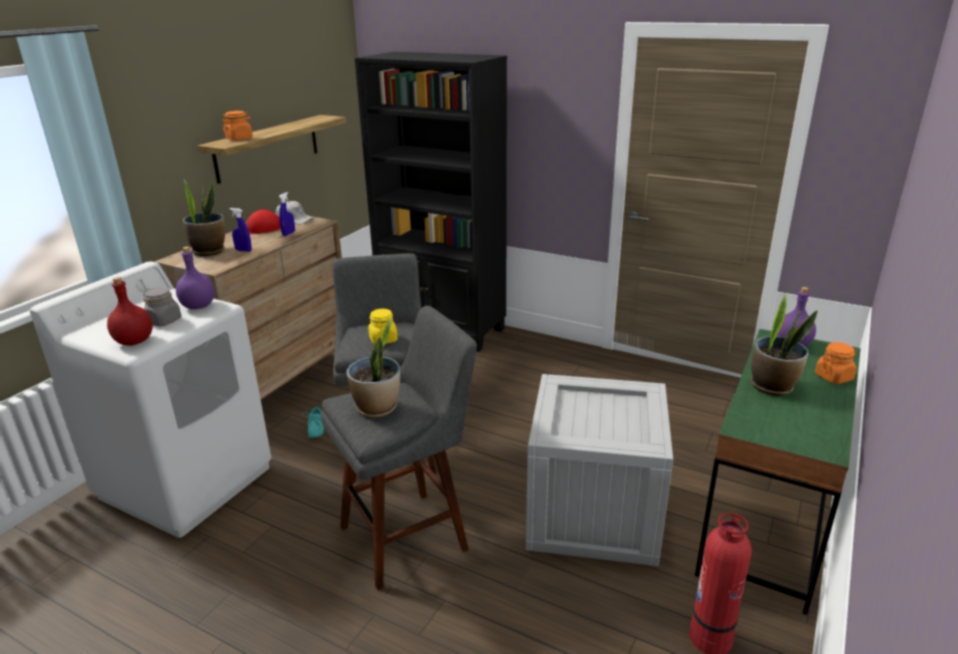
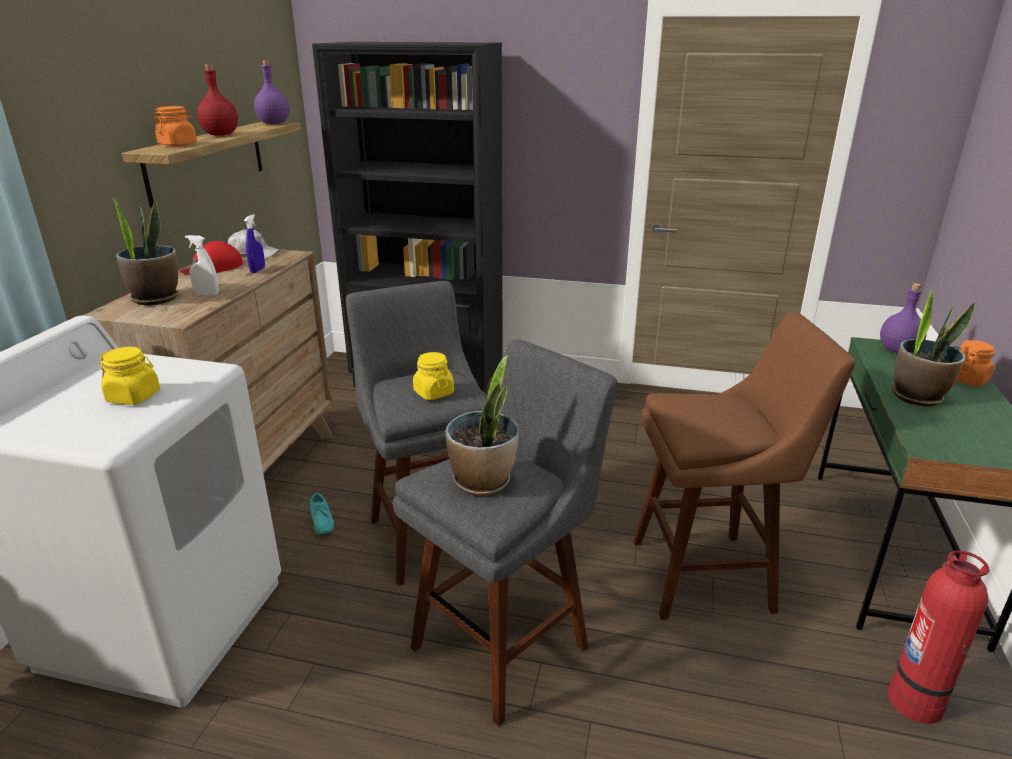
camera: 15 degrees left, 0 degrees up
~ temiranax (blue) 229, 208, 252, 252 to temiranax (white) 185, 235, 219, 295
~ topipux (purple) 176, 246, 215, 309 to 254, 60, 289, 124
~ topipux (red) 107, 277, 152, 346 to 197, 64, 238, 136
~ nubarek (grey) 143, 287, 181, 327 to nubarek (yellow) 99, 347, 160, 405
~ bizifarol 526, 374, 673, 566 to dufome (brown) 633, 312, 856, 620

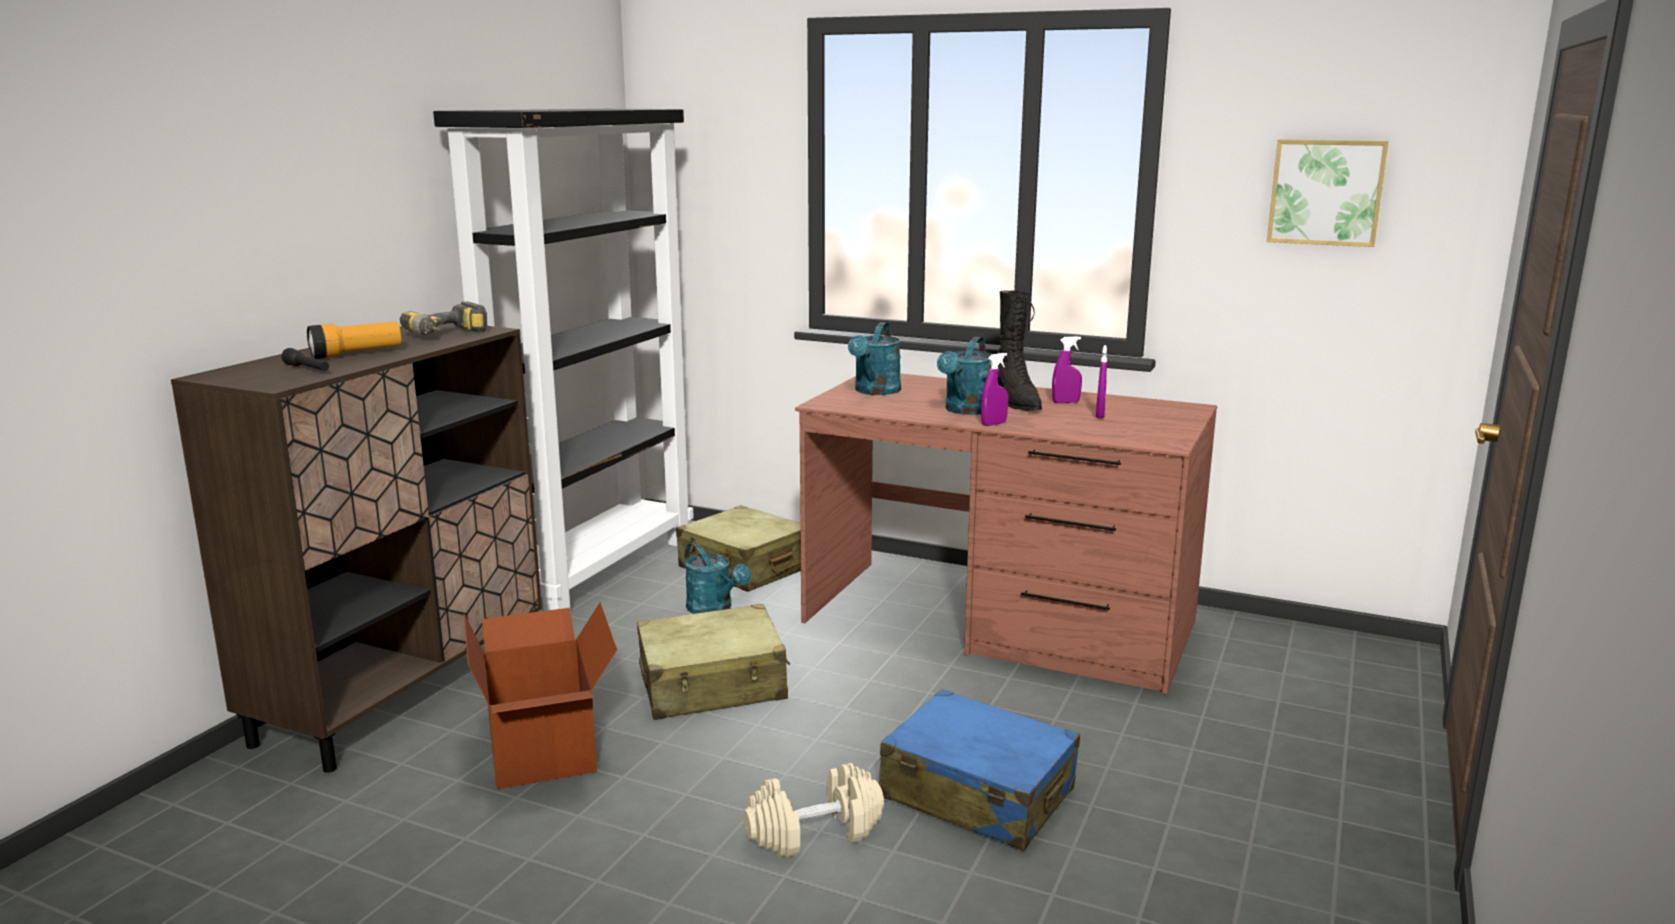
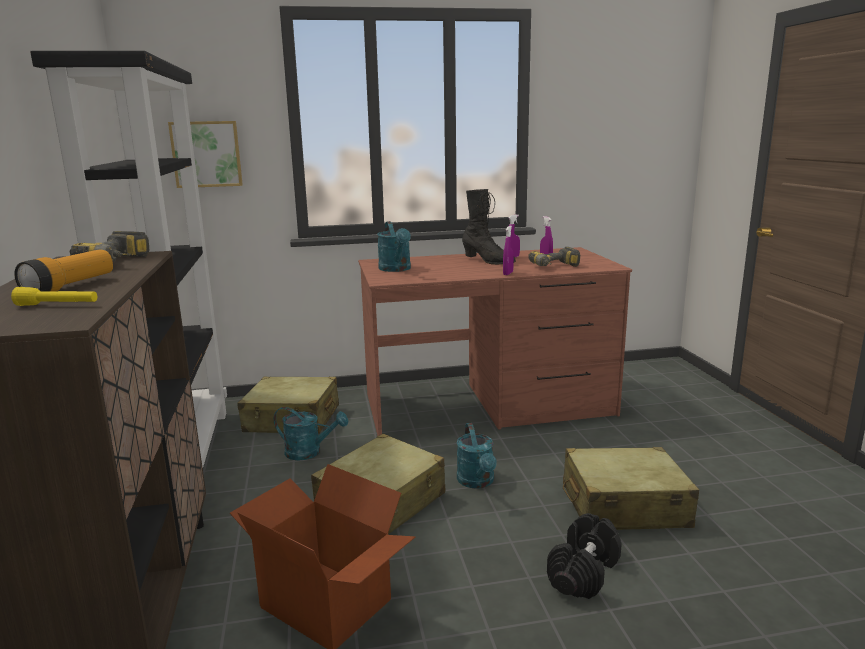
camera: 35 degrees left, 0 degrees up
~ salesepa 1267, 139, 1389, 247 to 168, 121, 243, 188
~ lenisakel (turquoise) 937, 337, 992, 415 to 457, 423, 497, 489
~ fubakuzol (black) 281, 348, 329, 371 to fubakuzol (yellow) 11, 287, 97, 306
~ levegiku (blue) 879, 689, 1080, 851 to levegiku (beige) 563, 447, 699, 530
~ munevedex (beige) 743, 763, 884, 858 to munevedex (black) 547, 513, 622, 599
+ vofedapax 528, 247, 580, 267

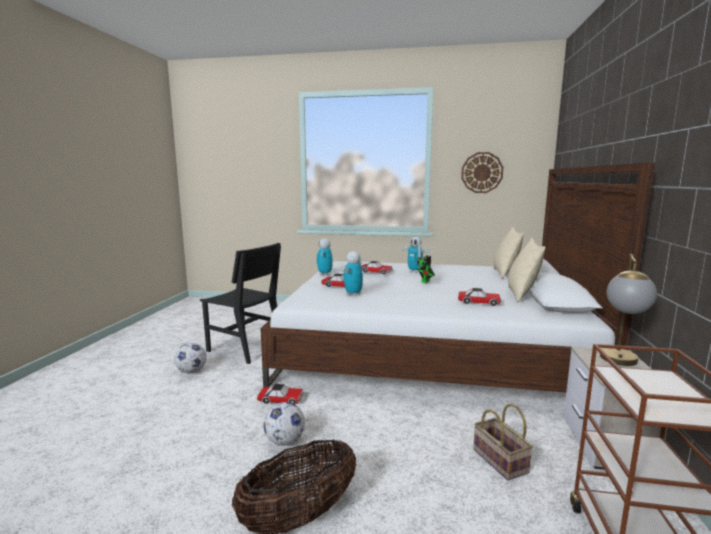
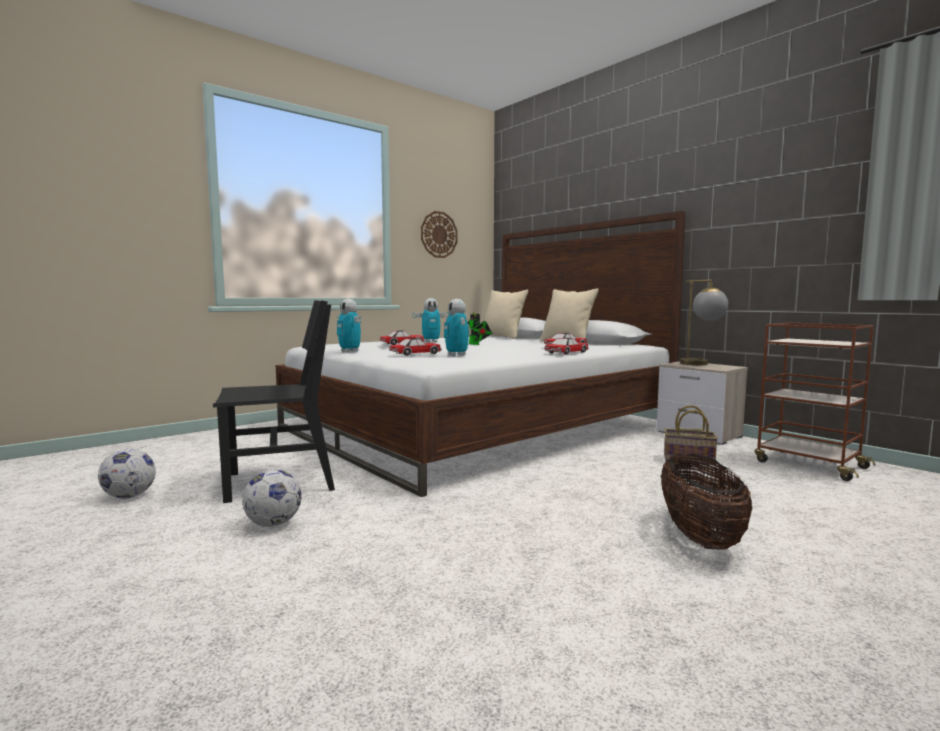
camera: 50 degrees left, 5 degrees down
~ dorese 257, 384, 304, 404 to 545, 338, 589, 355
~ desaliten 263, 402, 305, 446 to 98, 449, 156, 499

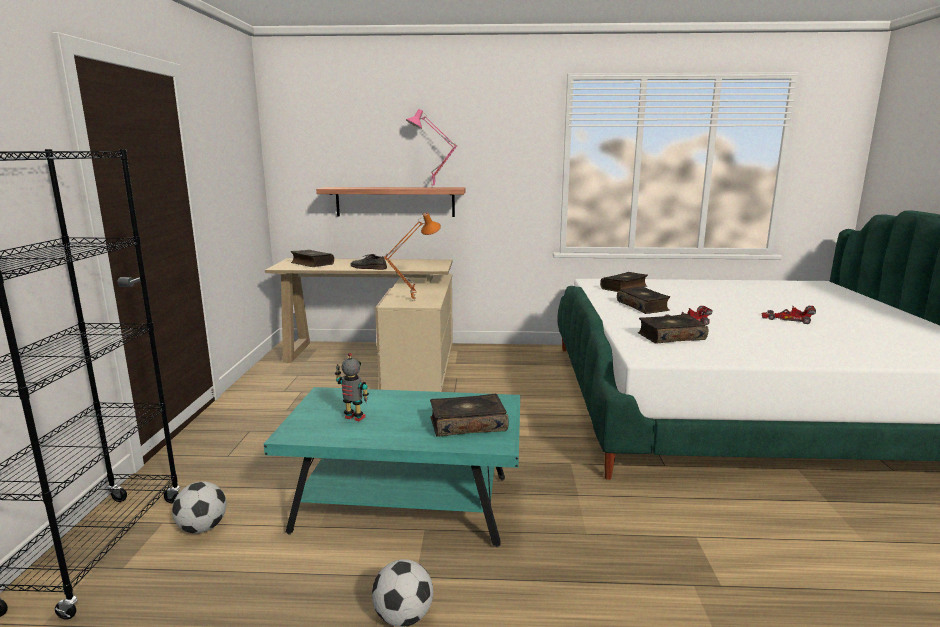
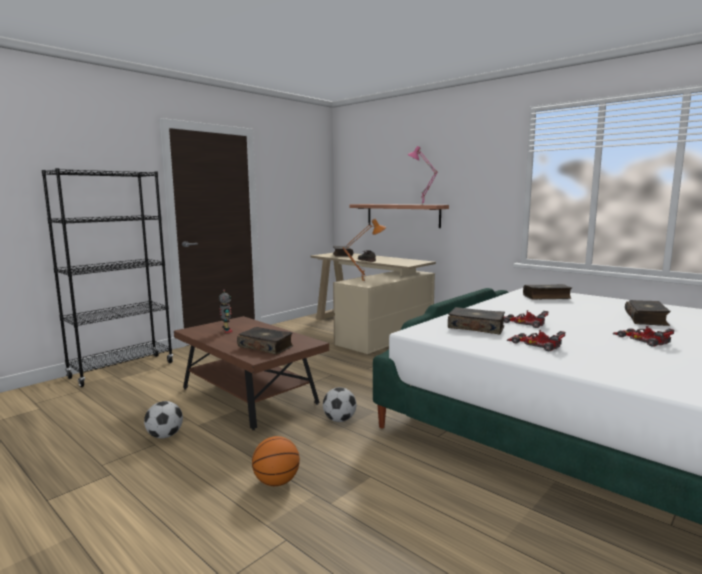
camera: 40 degrees right, 5 degrees down
~ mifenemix 617, 286, 670, 314 to 625, 300, 671, 326
~ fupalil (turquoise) 264, 387, 520, 547 to fupalil (brown) 174, 316, 329, 430
~ desaliten 172, 481, 226, 533 to 323, 387, 357, 422
+ dorese 507, 330, 565, 351
+ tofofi 252, 436, 300, 486

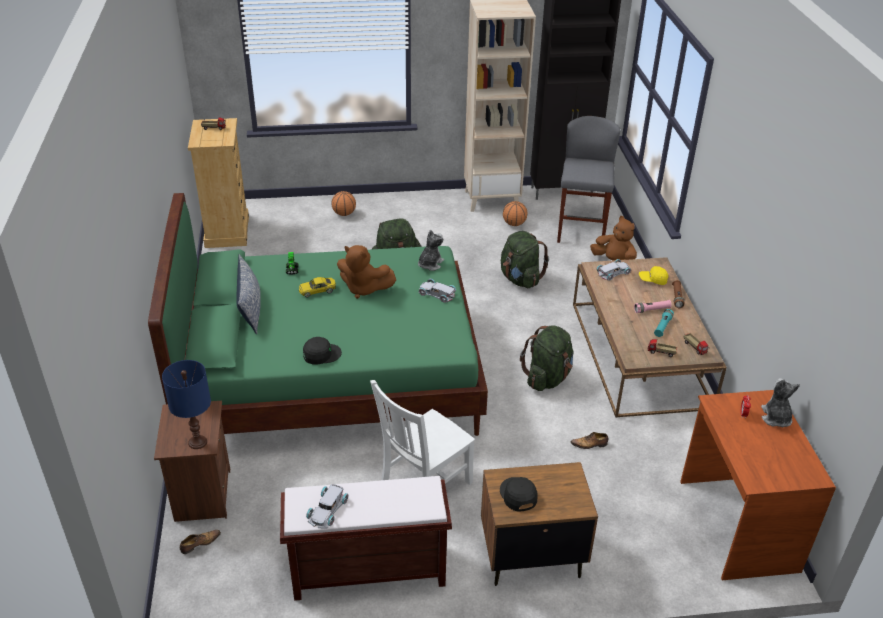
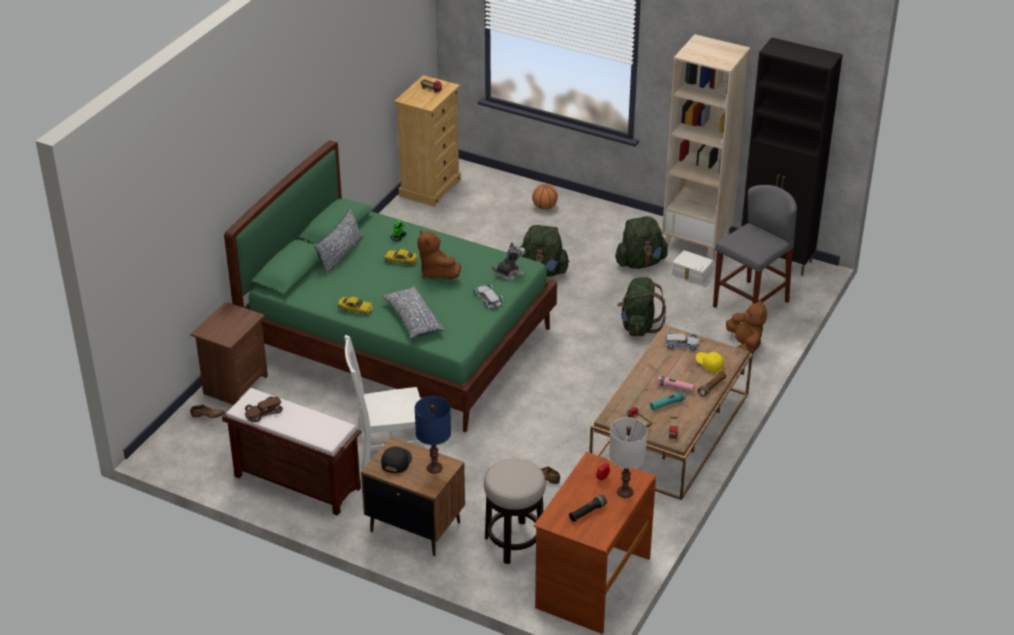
camera: 35 degrees right, 0 degrees up
~ tofofi 503, 201, 528, 226 to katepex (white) 672, 250, 713, 285
~ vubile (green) 520, 325, 574, 391 to 615, 216, 668, 269
~ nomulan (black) 303, 337, 342, 365 to dorese (yellow) 338, 297, 372, 316
~ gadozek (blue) 162, 360, 211, 449 to 415, 396, 451, 474
~ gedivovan 761, 378, 800, 427 to gadozek (white) 609, 417, 647, 498
~ dorese (white) 306, 484, 349, 529 to dorese (brown) 245, 396, 283, 423
+ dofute 382, 286, 445, 339
+ dufome 484, 459, 546, 564
+ fubakuzol (black) 569, 495, 607, 522

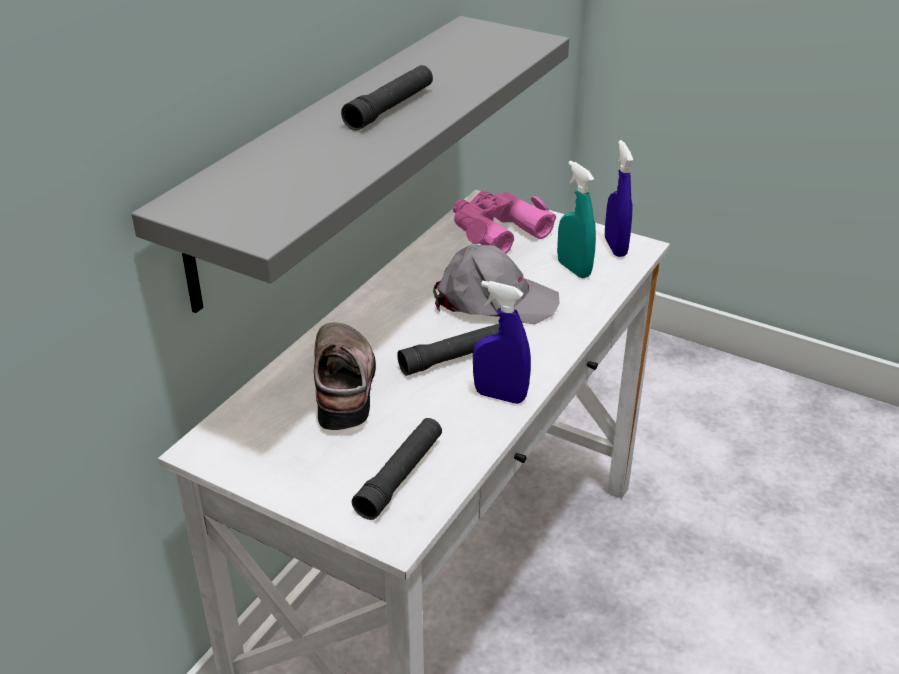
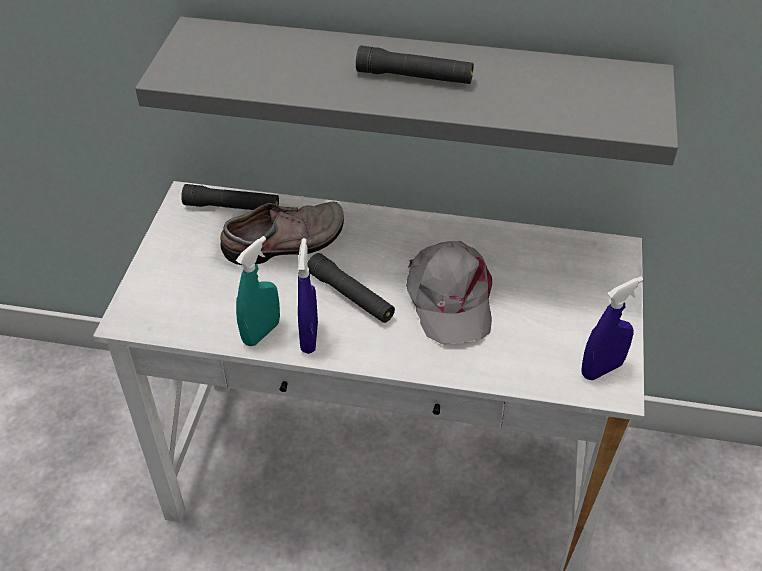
camera: 70 degrees right, 10 degrees up
~ temiranax (turquoise) 557, 161, 596, 278 to 236, 236, 280, 346
- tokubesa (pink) 453, 190, 556, 254
~ fubakuzol (black) 352, 418, 442, 520 to 181, 184, 279, 210

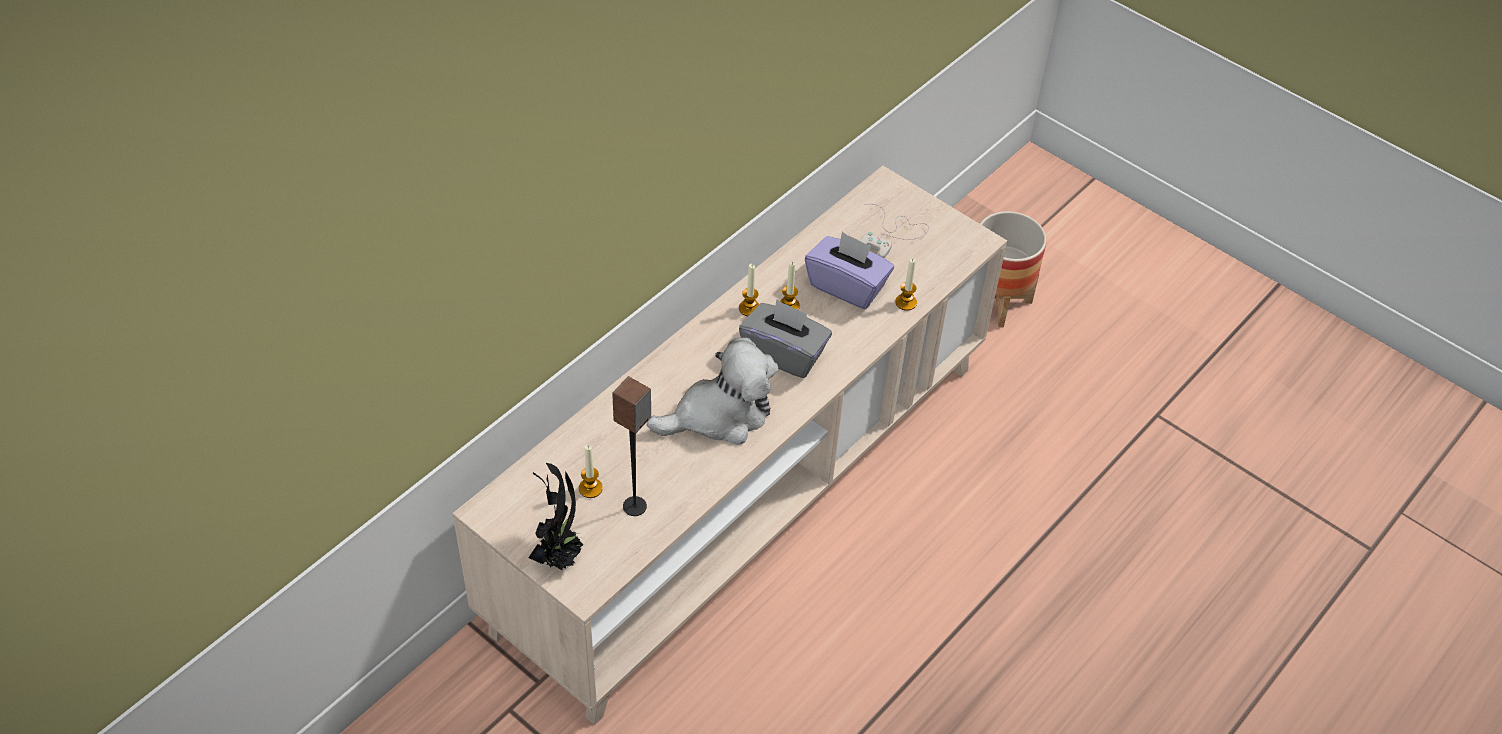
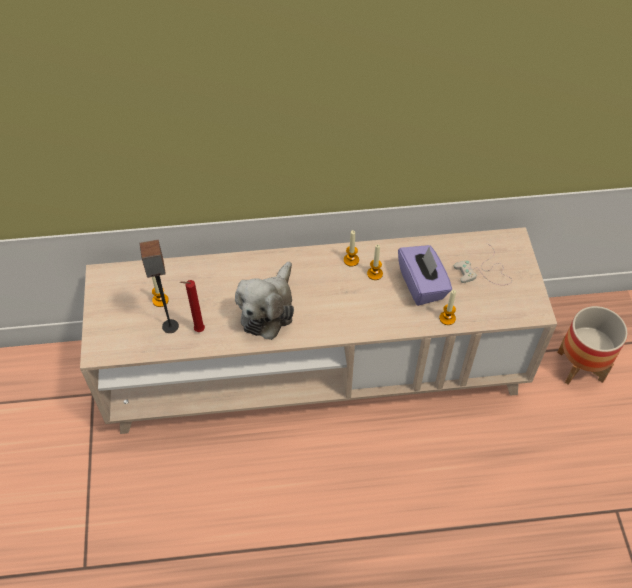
camera: 45 degrees right, 5 degrees up
- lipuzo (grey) 739, 299, 832, 378
~ gedivovan 647, 338, 778, 445 = 235, 262, 294, 340 90 degrees clockwise
- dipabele 529, 463, 583, 570
+ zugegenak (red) 180, 280, 205, 332

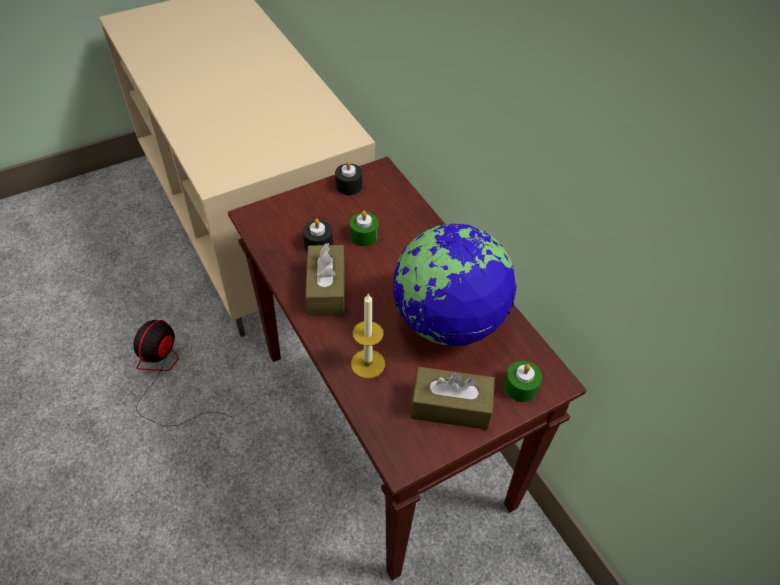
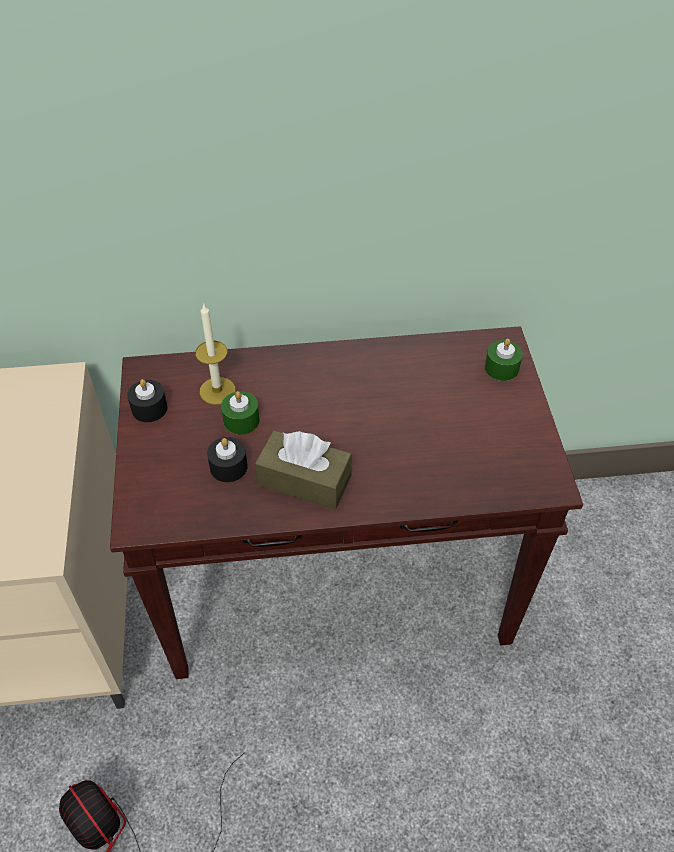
camera: 65 degrees left, 0 degrees up
- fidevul 393, 224, 517, 346
~ zugegenak 351, 294, 385, 379 to 195, 303, 236, 405
- lipuzo (brown) 411, 367, 495, 430

